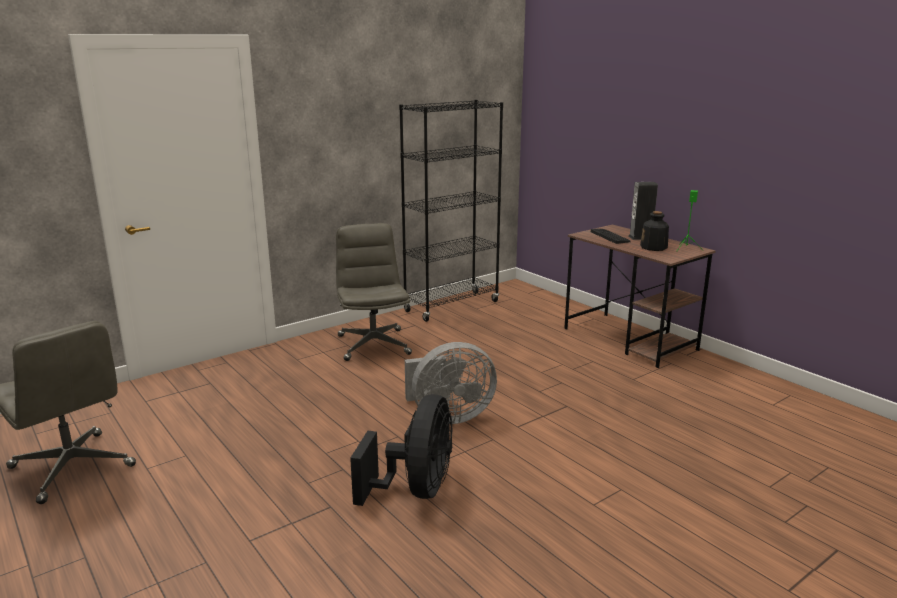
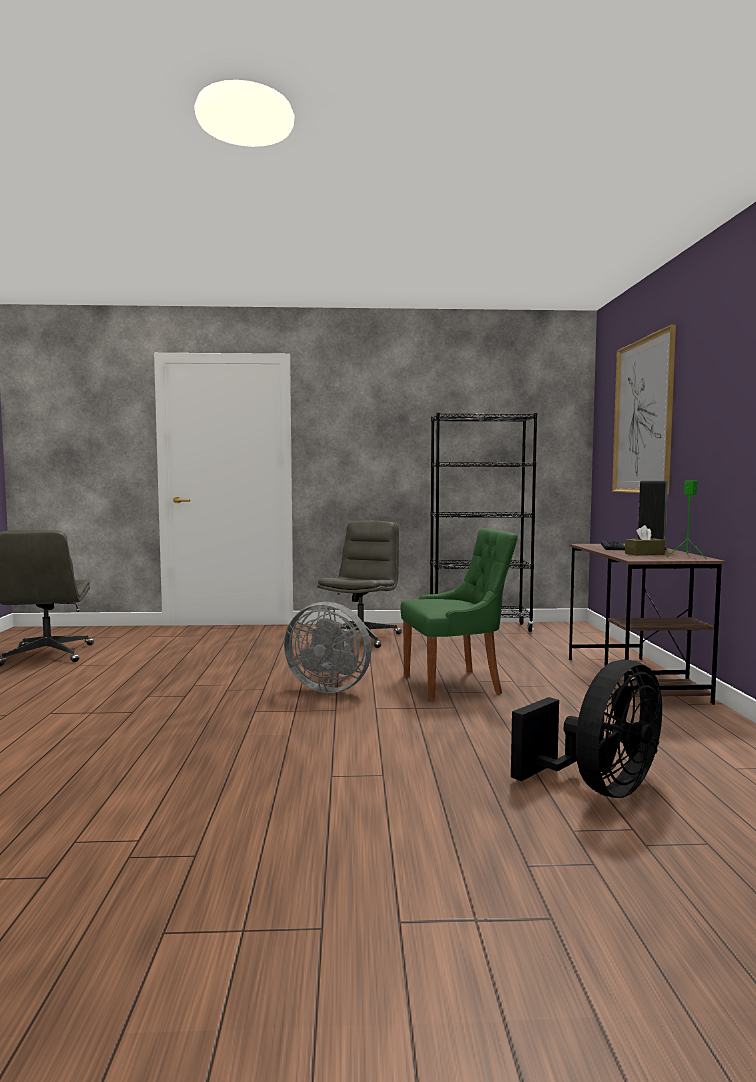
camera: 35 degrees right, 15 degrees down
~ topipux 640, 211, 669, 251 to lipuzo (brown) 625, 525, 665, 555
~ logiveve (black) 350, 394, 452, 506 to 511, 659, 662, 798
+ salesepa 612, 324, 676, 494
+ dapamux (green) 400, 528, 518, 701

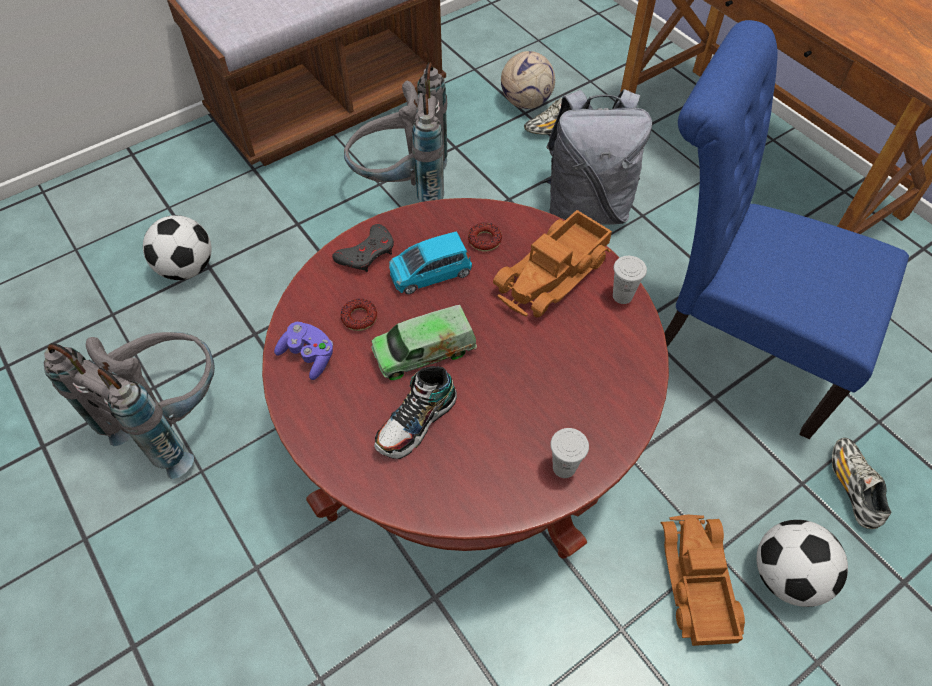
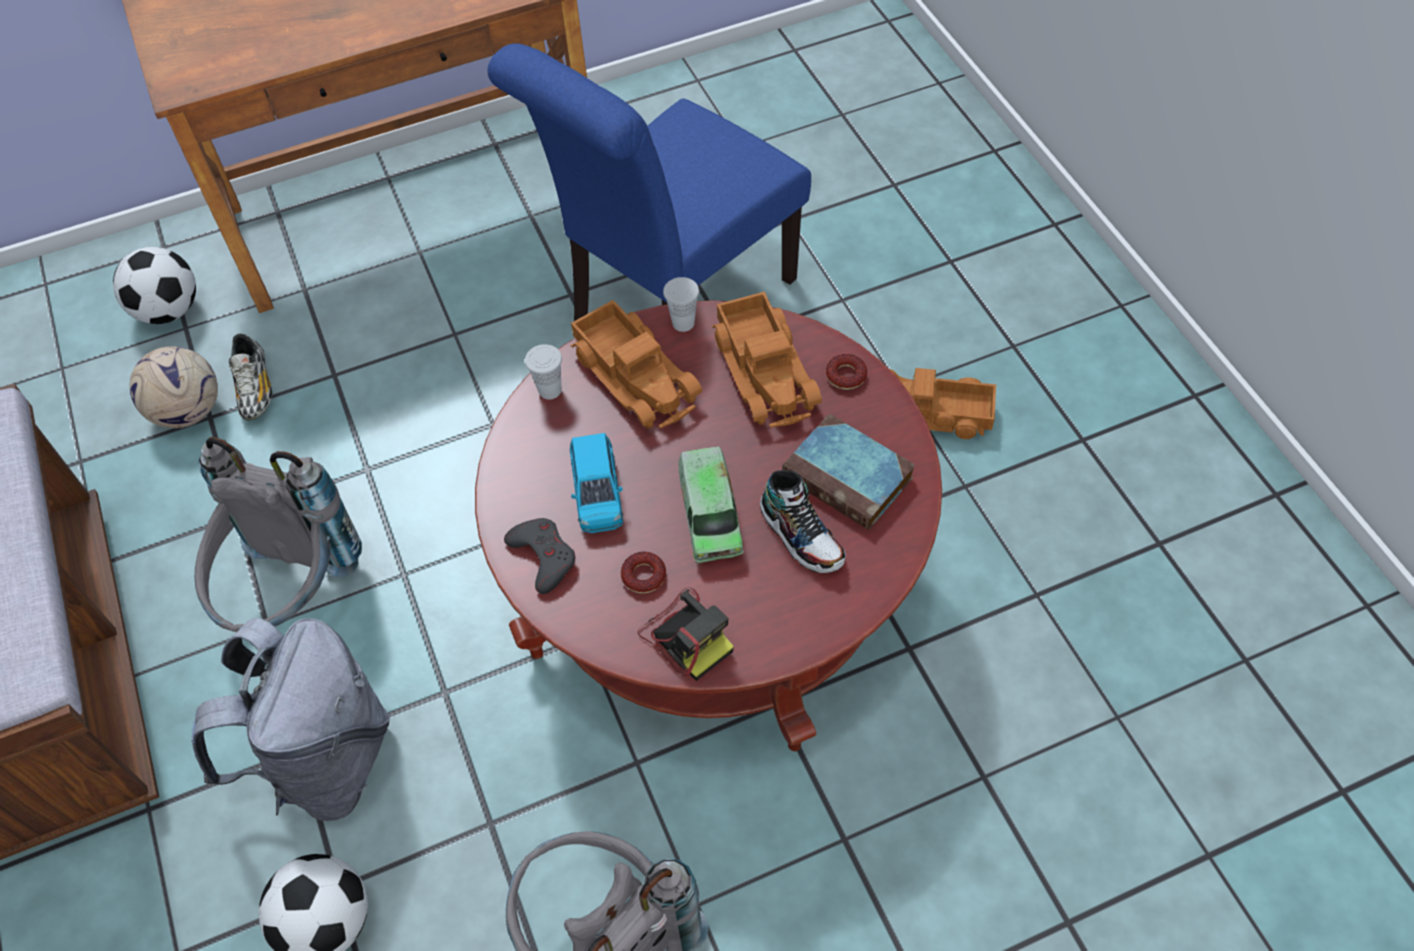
camera: 75 degrees left, 0 degrees up
~ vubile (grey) 542, 89, 652, 225 to 191, 618, 390, 821
~ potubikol 468, 223, 502, 252 to 826, 354, 867, 390
~ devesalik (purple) 274, 322, 333, 380 to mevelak 638, 587, 734, 681
~ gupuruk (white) 550, 428, 589, 478 to 525, 344, 562, 400
- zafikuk 832, 438, 891, 529
~ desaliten 756, 520, 848, 607 to 113, 247, 196, 324
+ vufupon 712, 292, 822, 428
+ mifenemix 782, 414, 915, 530

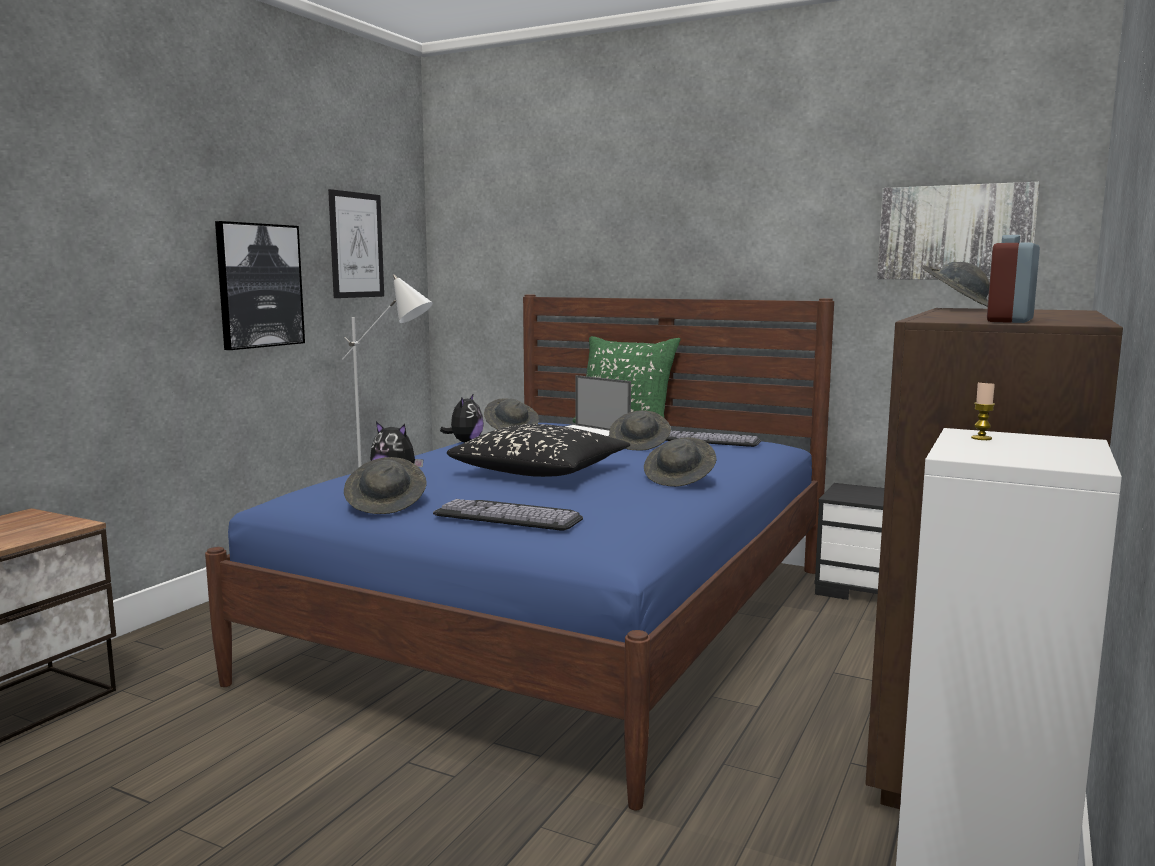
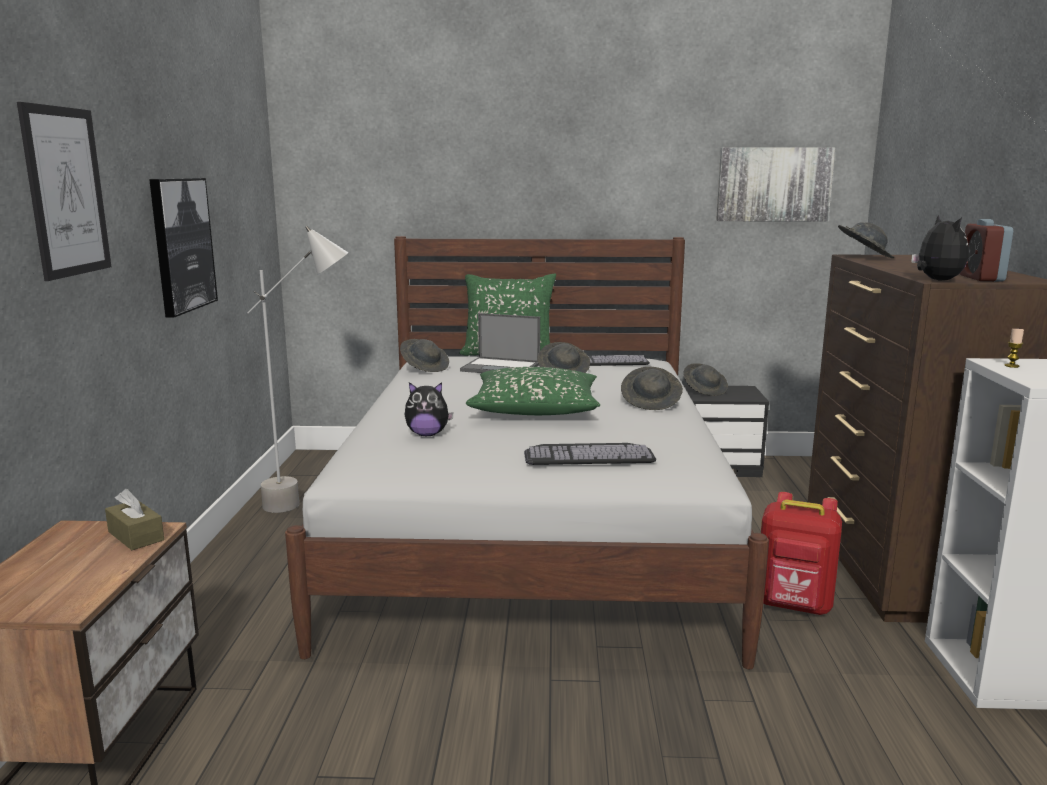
camera: 25 degrees left, 5 degrees up
~ salesepa 328, 189, 384, 298 to 17, 102, 111, 281
~ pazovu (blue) 205, 295, 834, 811 to pazovu (white) 285, 236, 769, 669
~ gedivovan 440, 393, 484, 442 to 911, 215, 968, 281
~ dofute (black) 447, 424, 630, 477 to dofute (green) 466, 367, 600, 415
~ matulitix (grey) 344, 457, 427, 514 to 683, 363, 728, 396
+ lipuzo (brown) 105, 489, 164, 550
+ vubile (red) 761, 492, 842, 615

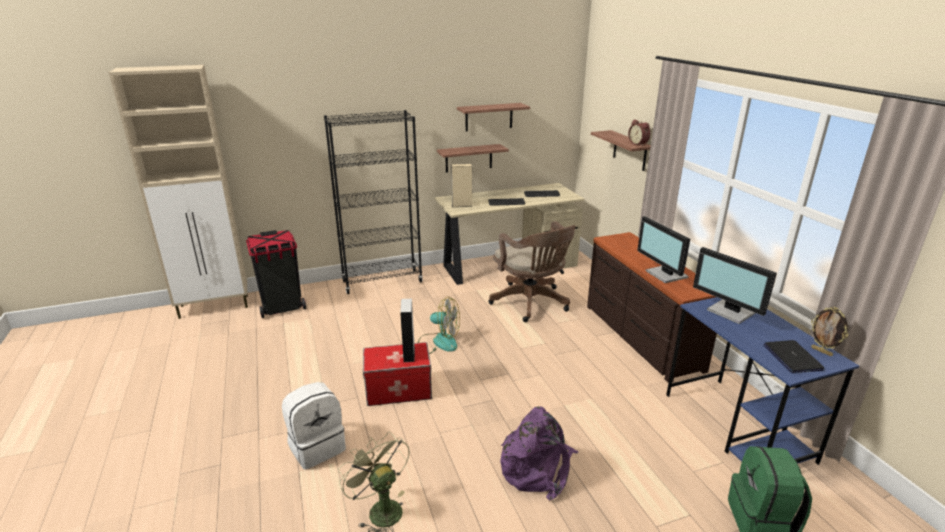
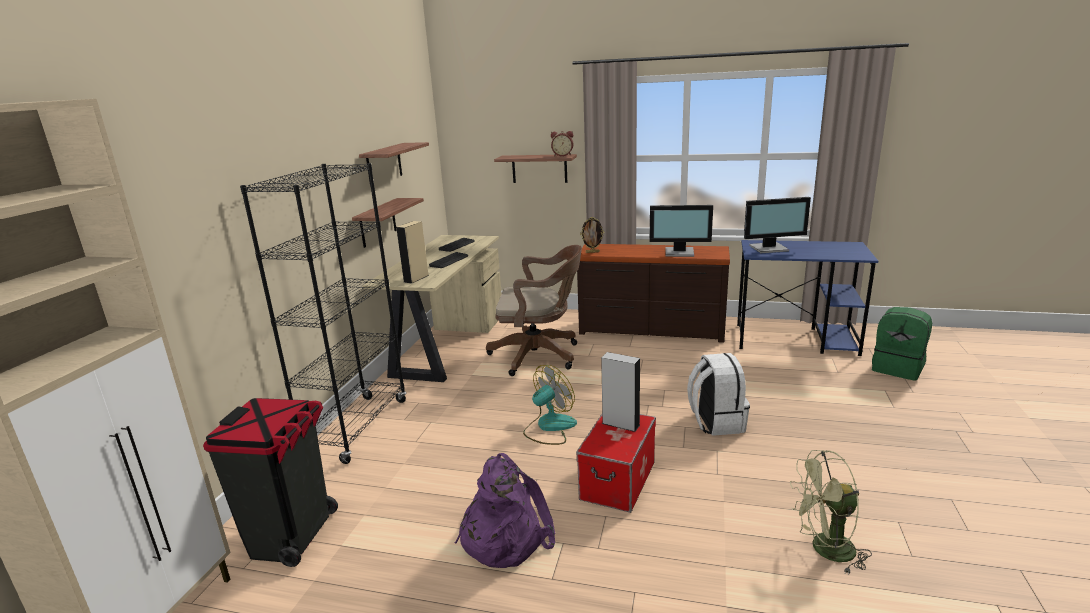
camera: 55 degrees left, 5 degrees down
~ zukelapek 811, 307, 848, 356 to 580, 217, 604, 253
- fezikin 763, 340, 824, 373
~ vubile (white) 282, 382, 346, 469 to 687, 353, 750, 436
~ vubile (purple) 500, 406, 579, 501 to 455, 453, 556, 568

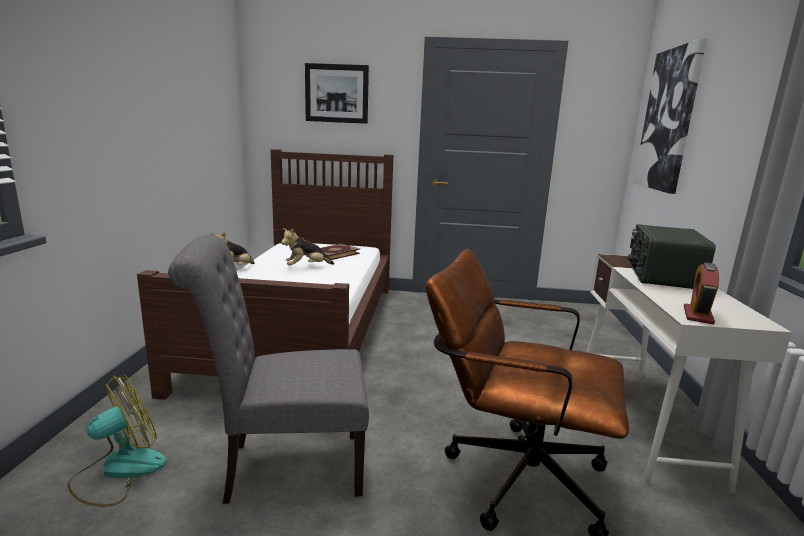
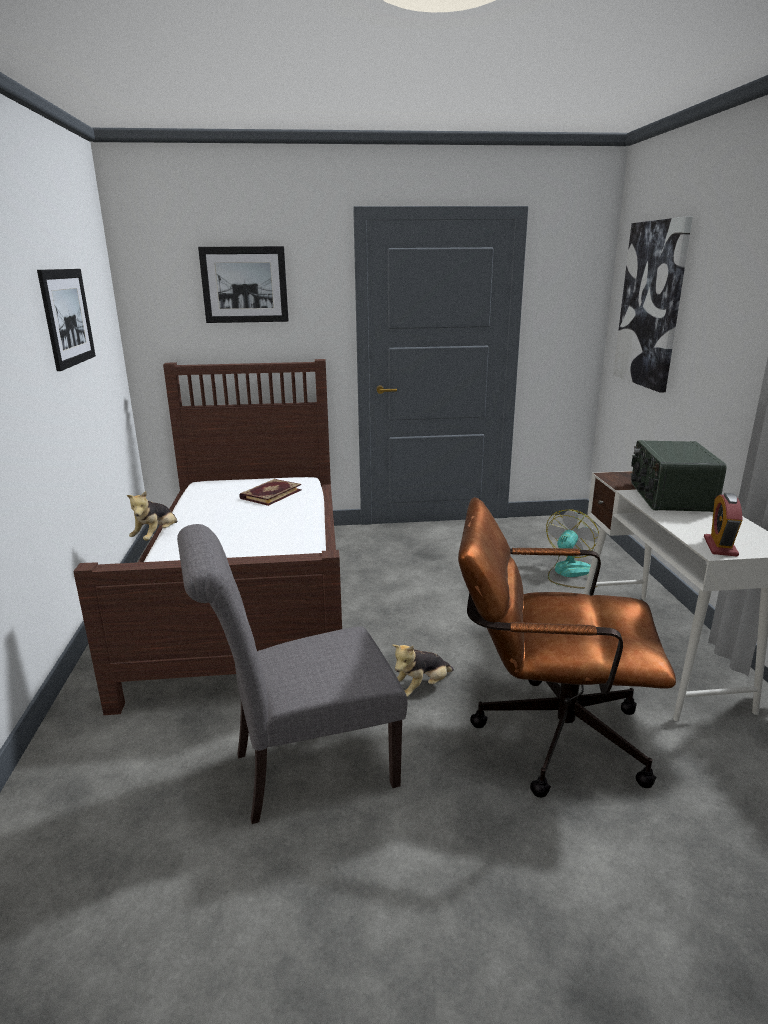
camera: 10 degrees left, 5 degrees up
~ gedivovan 281, 228, 334, 265 to 392, 645, 454, 697
~ logiveve 67, 375, 167, 506 to 546, 510, 599, 588
+ salesepa 37, 269, 96, 371

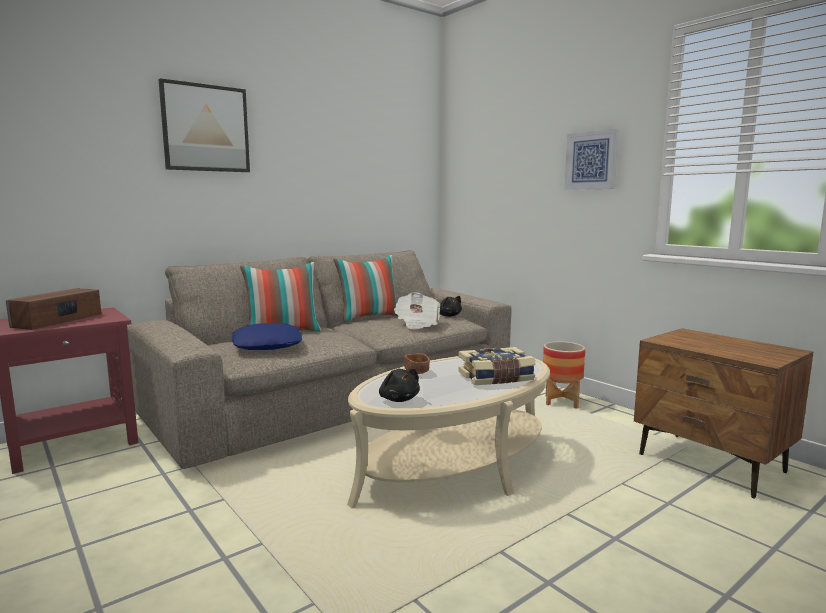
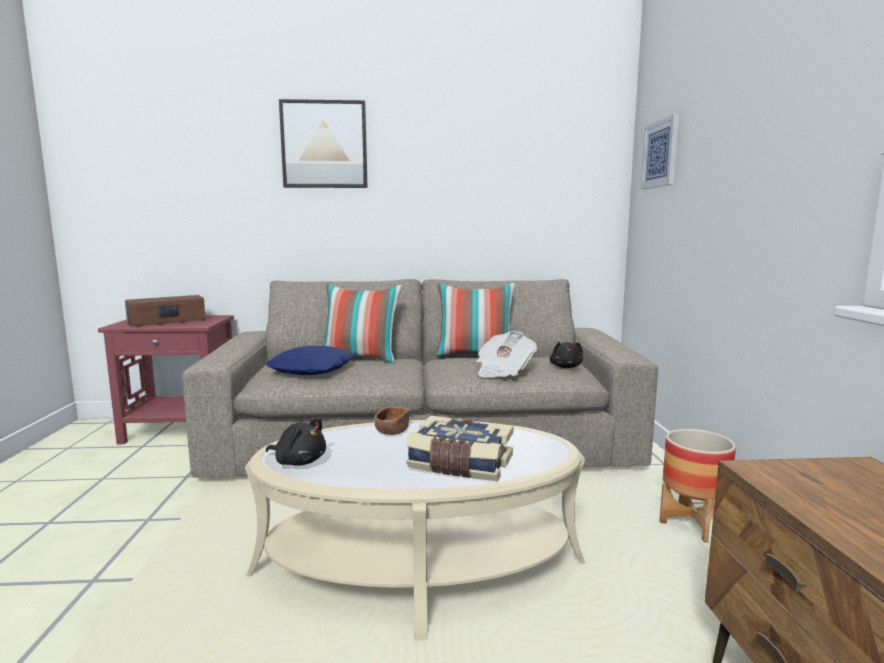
camera: 35 degrees right, 0 degrees up
~ salesepa 564, 129, 619, 190 to 641, 114, 679, 189
~ gedivovan (black) 379, 369, 420, 402 = 266, 418, 326, 466 75 degrees counterclockwise

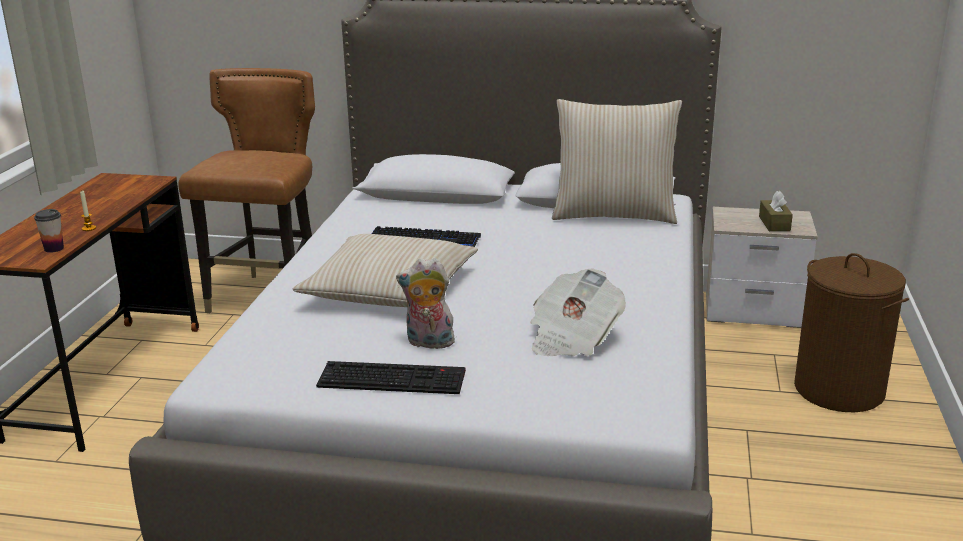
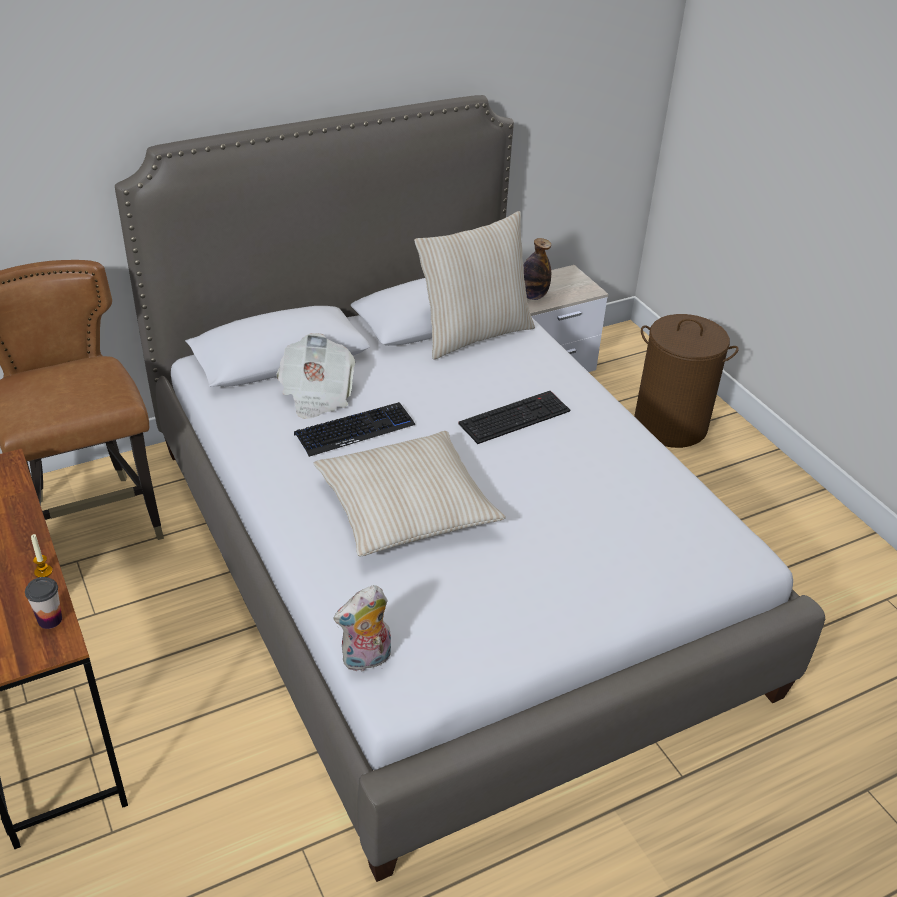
camera: 40 degrees left, 15 degrees up
- lipuzo (brown) 759, 191, 793, 231
~ gedivovan 396, 258, 455, 349 to 333, 585, 391, 672
~ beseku 530, 269, 626, 356 to 277, 333, 355, 419
~ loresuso 316, 361, 466, 394 to 458, 391, 570, 444
+ topipux 523, 238, 551, 300

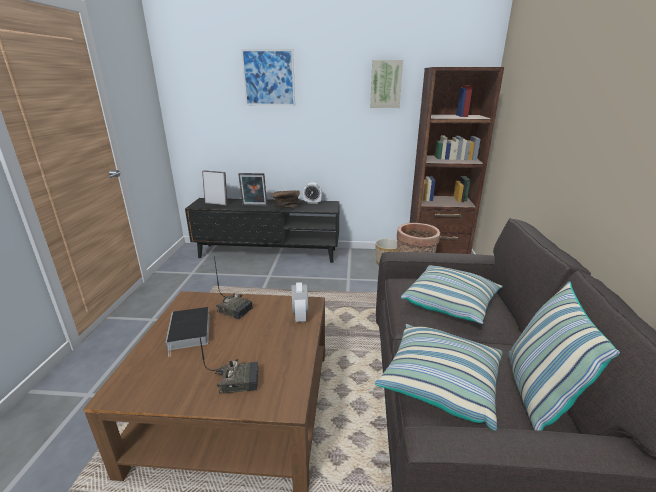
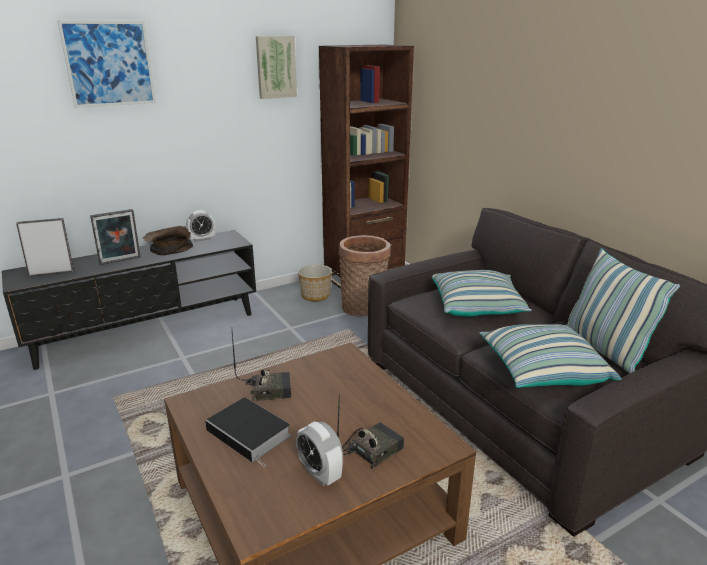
camera: 35 degrees left, 0 degrees up
~ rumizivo 292, 282, 308, 322 to 296, 421, 343, 486

